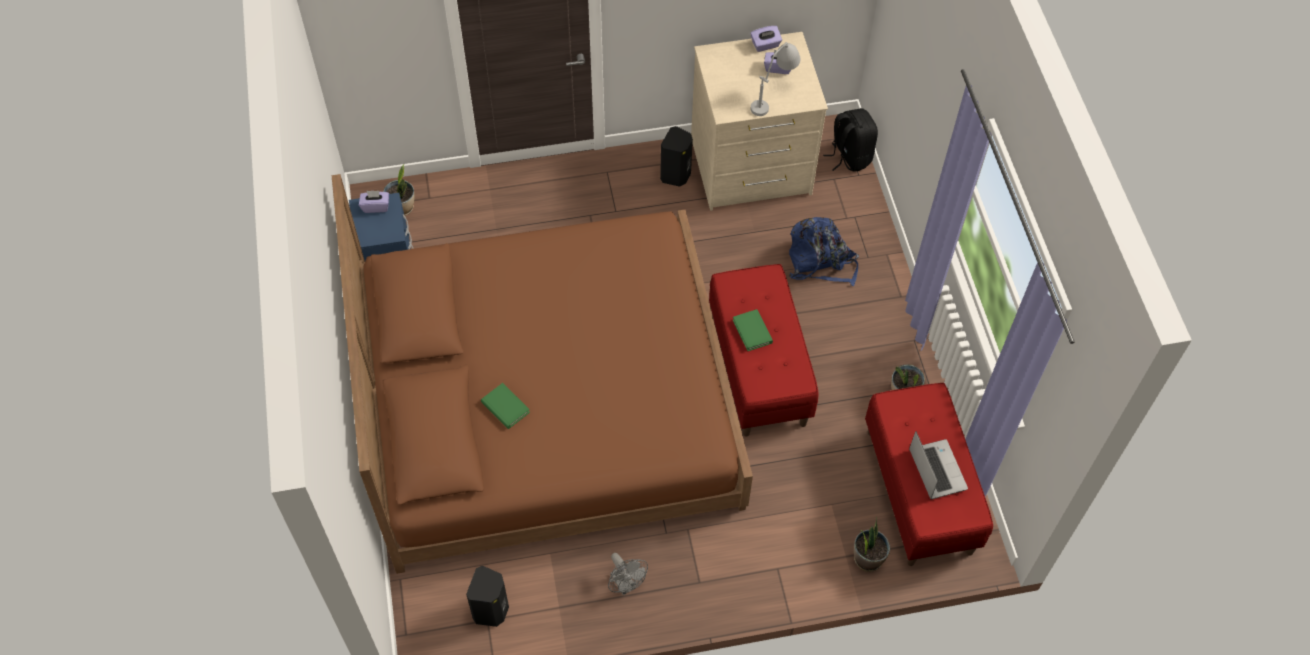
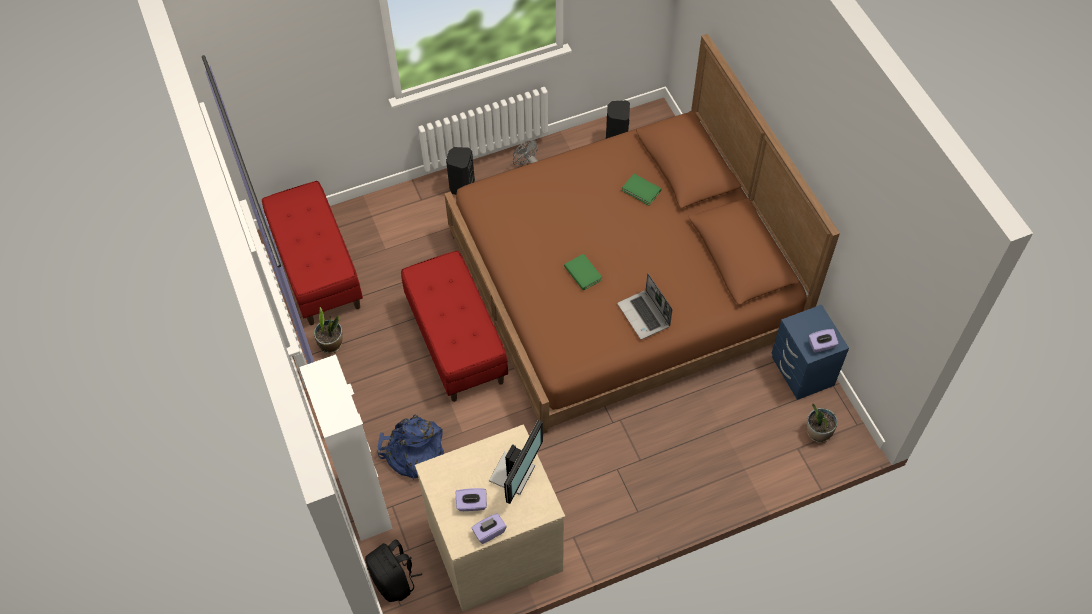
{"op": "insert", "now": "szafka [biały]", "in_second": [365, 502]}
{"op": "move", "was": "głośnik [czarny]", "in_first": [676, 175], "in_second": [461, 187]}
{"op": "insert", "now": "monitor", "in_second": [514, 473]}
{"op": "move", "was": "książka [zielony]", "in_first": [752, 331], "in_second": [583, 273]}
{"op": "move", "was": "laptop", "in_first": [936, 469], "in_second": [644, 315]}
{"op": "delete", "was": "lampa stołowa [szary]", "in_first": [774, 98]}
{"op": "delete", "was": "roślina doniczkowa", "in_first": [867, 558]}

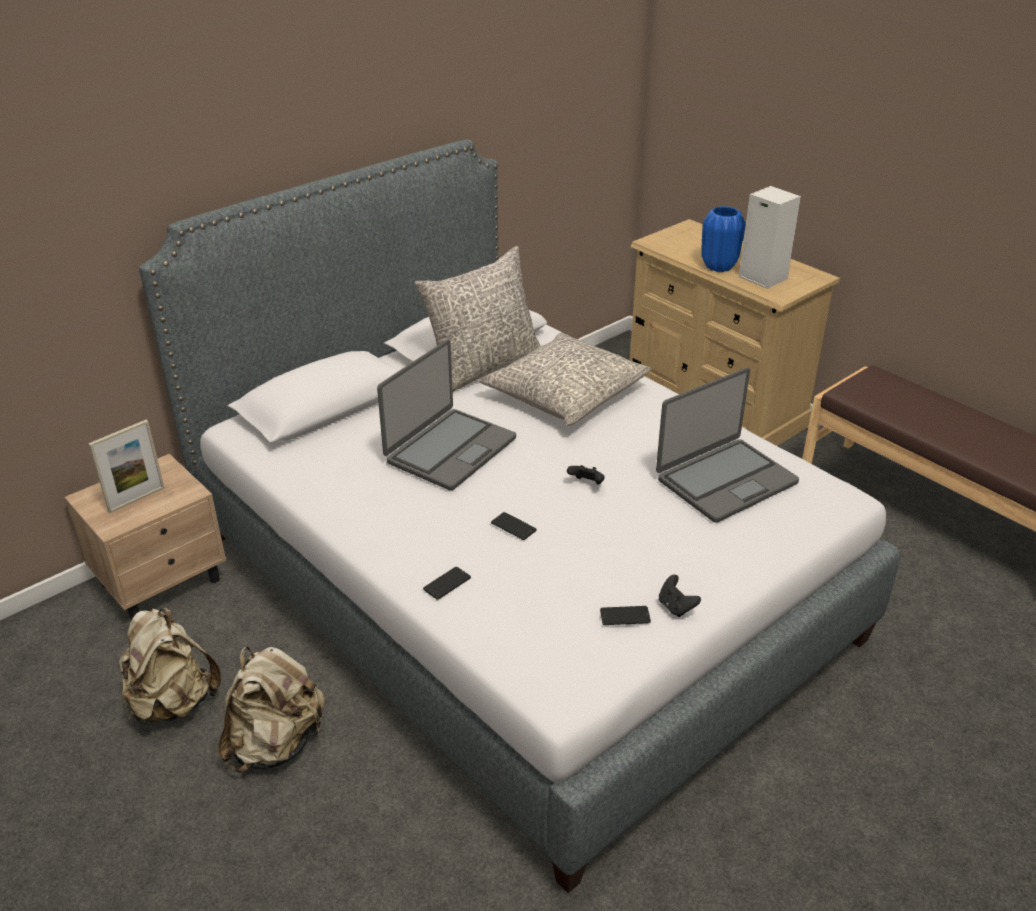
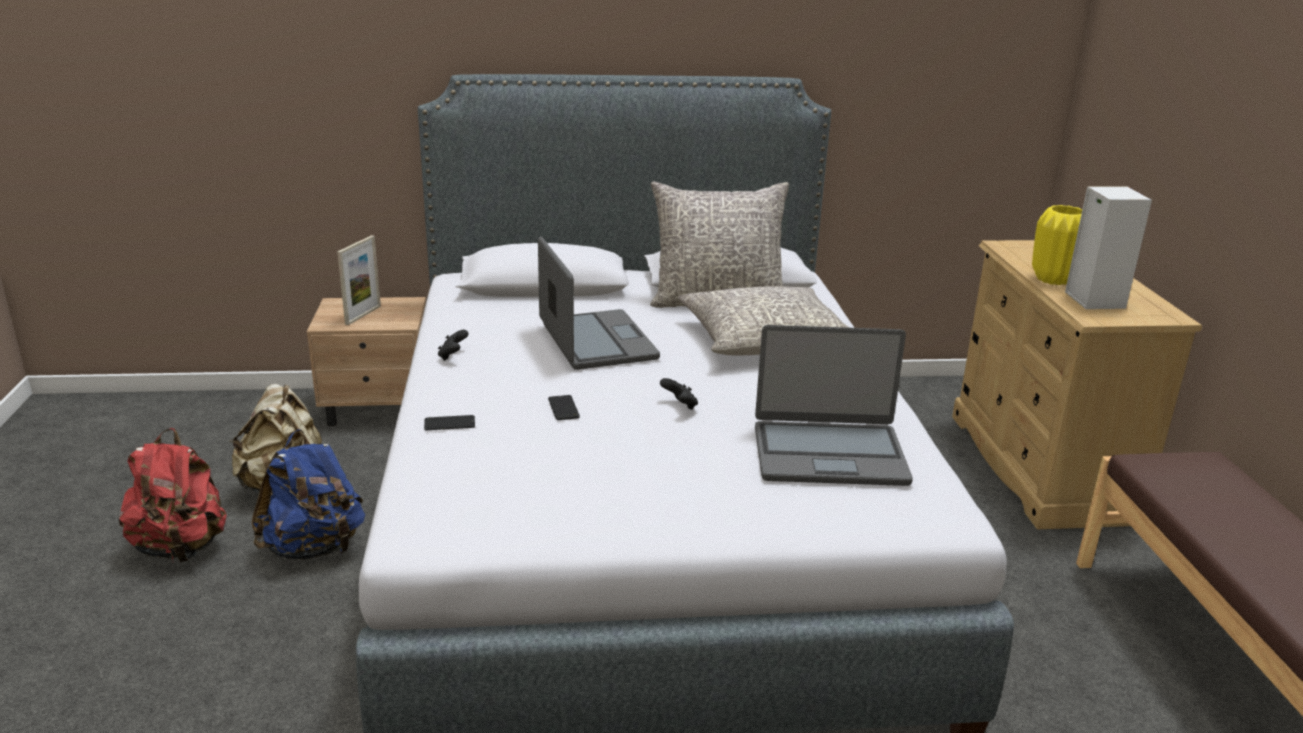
{"op": "insert", "now": "plecak [czerwony]", "in_second": [181, 547]}
{"op": "recolor", "was": "plecak [beżowy]", "now": "plecak [niebieski]", "in_first": [276, 744], "in_second": [314, 548]}
{"op": "rotate", "was": "ramka na zdjęcie", "in_first": [136, 499], "in_second": [363, 315], "clockwise": -60}
{"op": "move", "was": "pad do gier [czarny]", "in_first": [676, 607], "in_second": [452, 356]}
{"op": "rotate", "was": "laptop", "in_first": [449, 450], "in_second": [596, 342], "clockwise": -90}
{"op": "recolor", "was": "wazon [niebieski]", "now": "wazon [żółty]", "in_first": [719, 266], "in_second": [1053, 279]}
{"op": "delete", "was": "telefon", "in_first": [625, 616]}

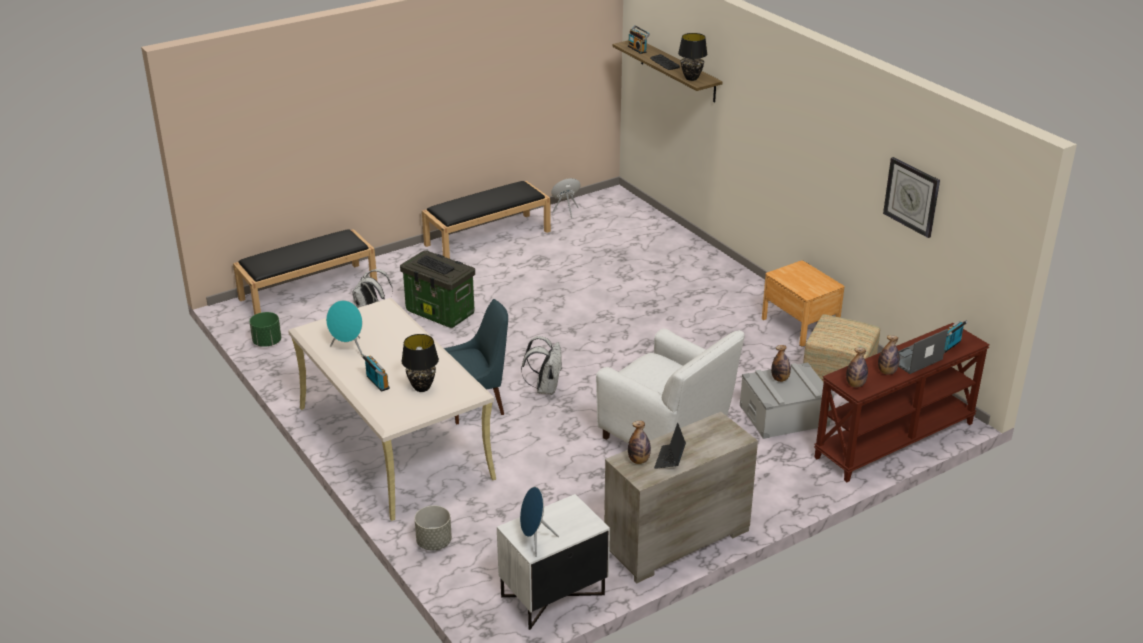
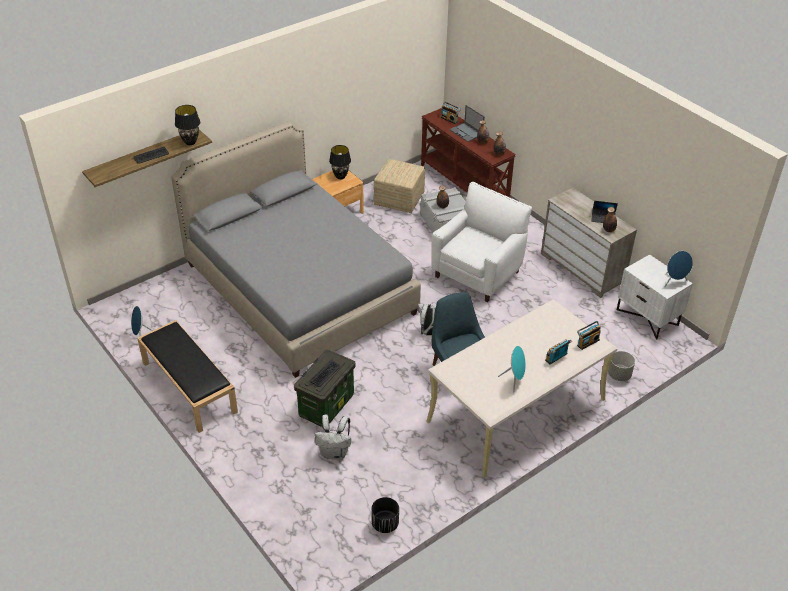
{"op": "insert", "now": "łóżko [szary]", "in_second": [299, 289]}
{"op": "move", "was": "lampa stołowa [czarny]", "in_first": [422, 388], "in_second": [340, 176]}
{"op": "recolor", "was": "donica [zielony]", "now": "donica [czarny]", "in_first": [267, 342], "in_second": [385, 524]}
{"op": "move", "was": "radio", "in_first": [638, 49], "in_second": [587, 342]}
{"op": "delete", "was": "ławka [czarny]", "in_first": [309, 290]}
{"op": "delete", "was": "zegar ścienny", "in_first": [912, 196]}

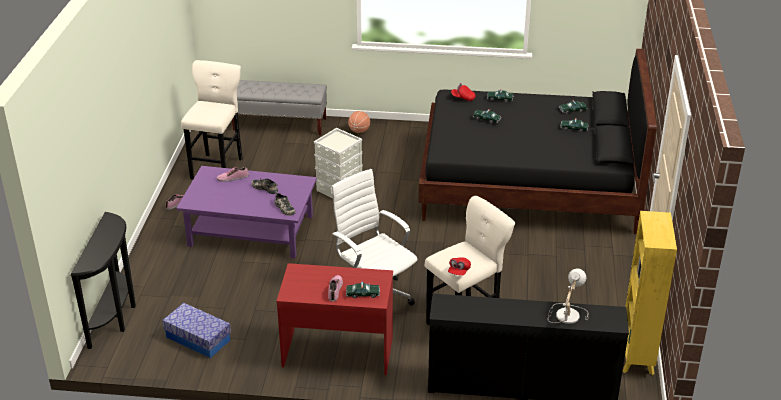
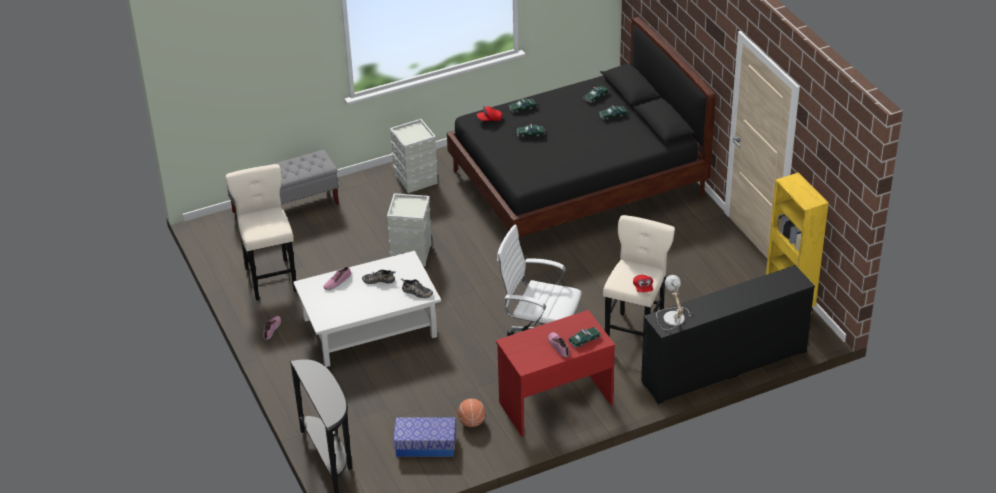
{"op": "recolor", "was": "ława [fioletowy]", "now": "ława [biały]", "in_first": [251, 230], "in_second": [369, 327]}
{"op": "insert", "now": "pojemnik do przechowywania [szary]", "in_second": [416, 179]}
{"op": "move", "was": "piłka do koszykówki", "in_first": [359, 131], "in_second": [471, 422]}
{"op": "move", "was": "lampa stołowa", "in_first": [565, 314], "in_second": [671, 318]}

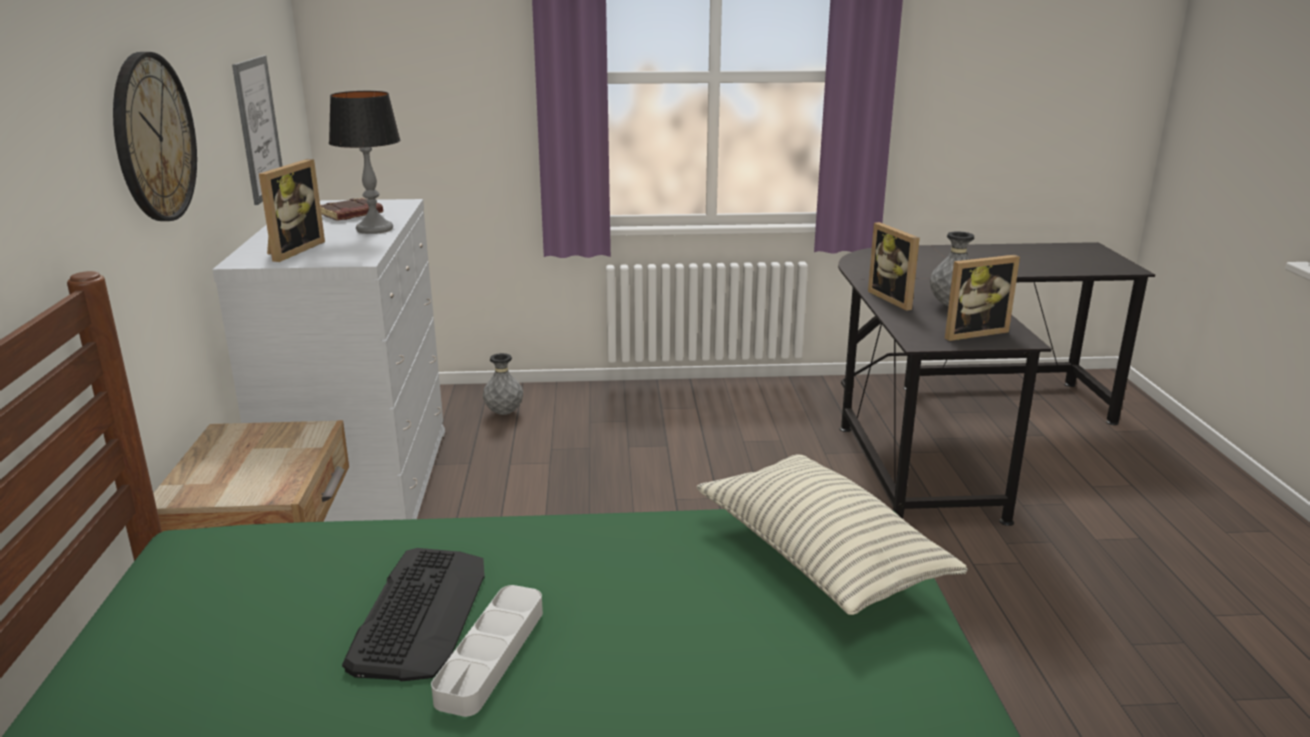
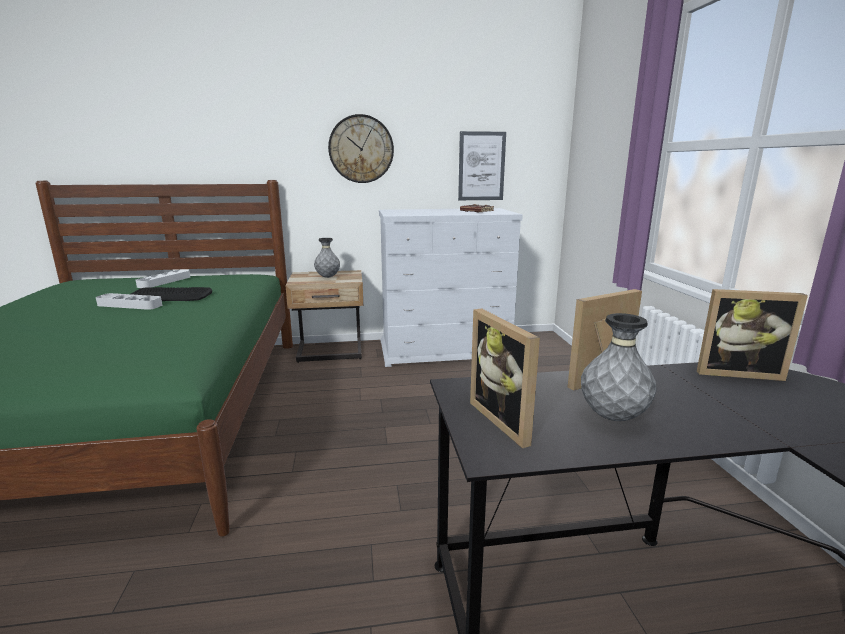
{"op": "insert", "now": "taca [szary]", "in_second": [164, 282]}
{"op": "move", "was": "wazon [szary]", "in_first": [504, 413], "in_second": [328, 277]}
{"op": "move", "was": "ramka na zdjęcie", "in_first": [291, 250], "in_second": [736, 372]}
{"op": "delete", "was": "lampa stołowa", "in_first": [374, 229]}
{"op": "delete", "was": "poduszka", "in_first": [819, 557]}

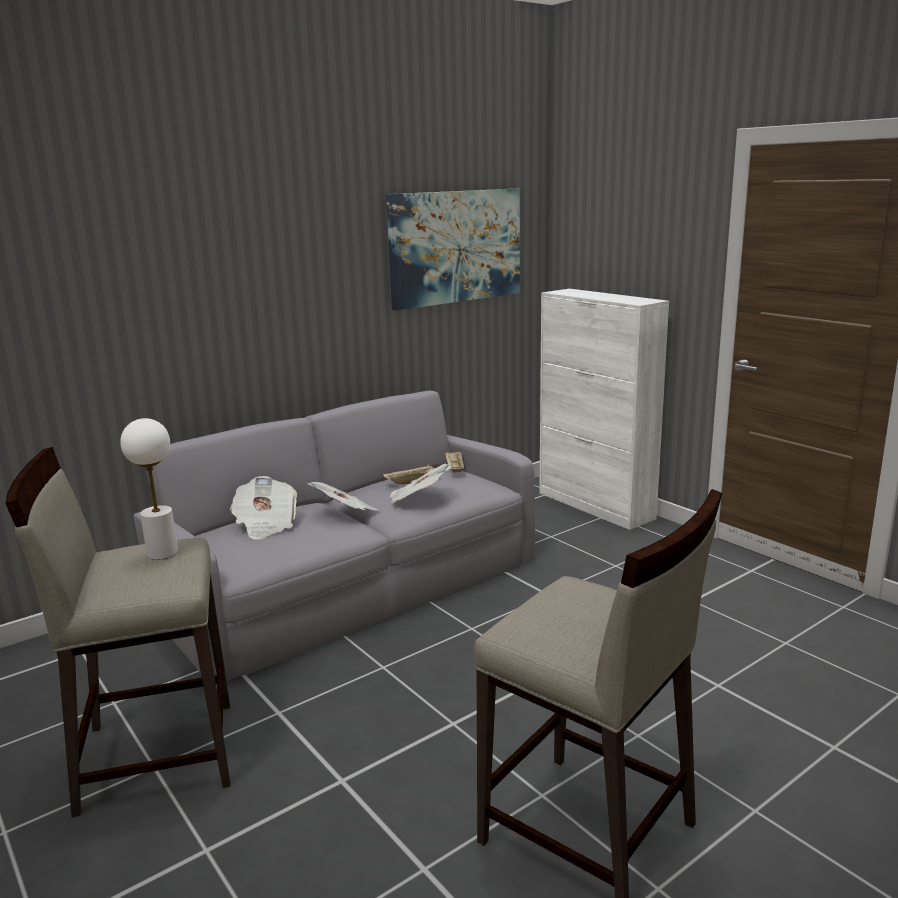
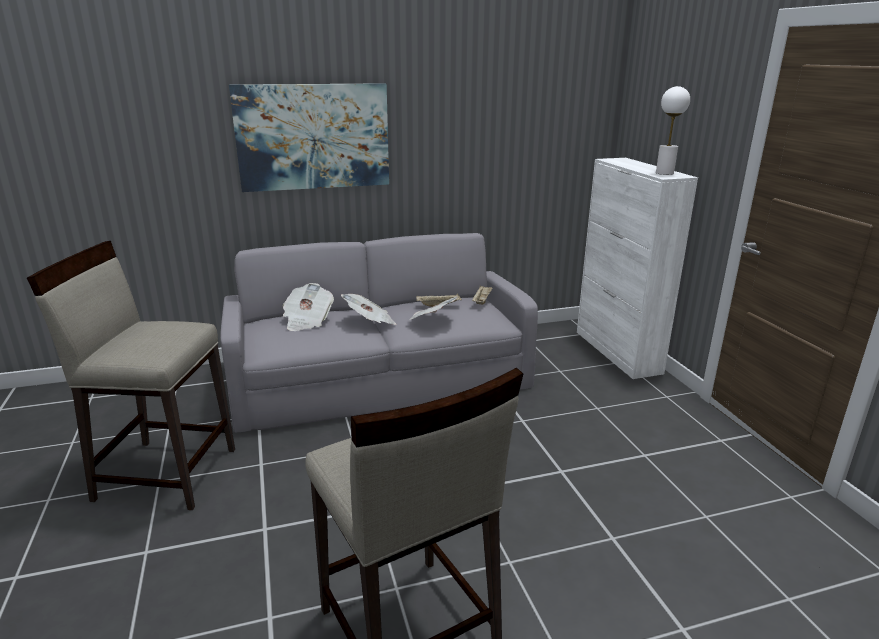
{"op": "move", "was": "obraz", "in_first": [455, 247], "in_second": [313, 137]}
{"op": "move", "was": "lampa stołowa [biały]", "in_first": [162, 553], "in_second": [664, 173]}

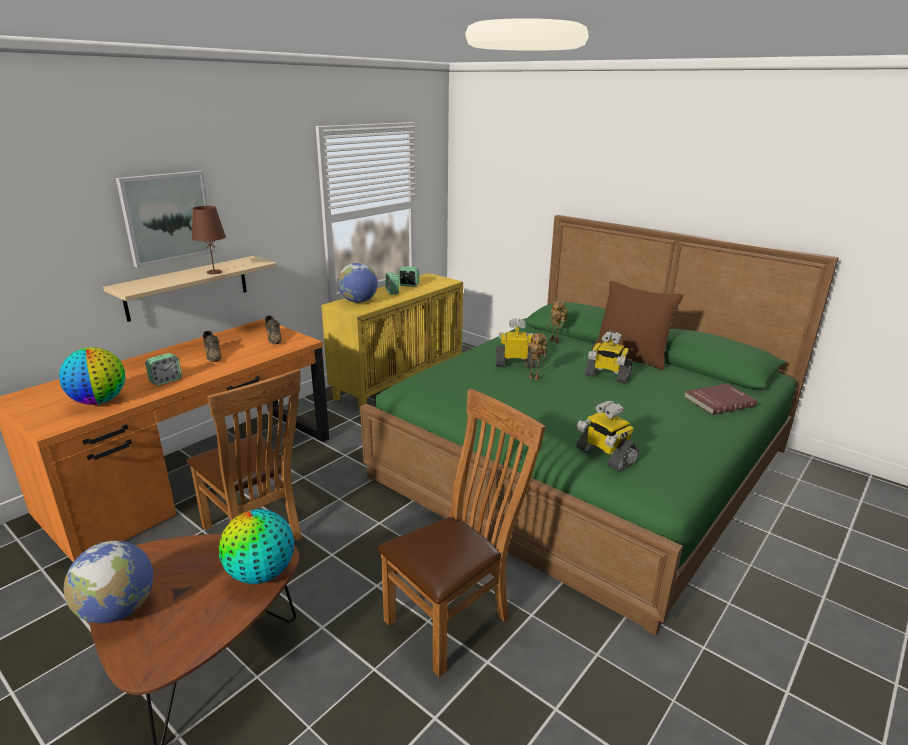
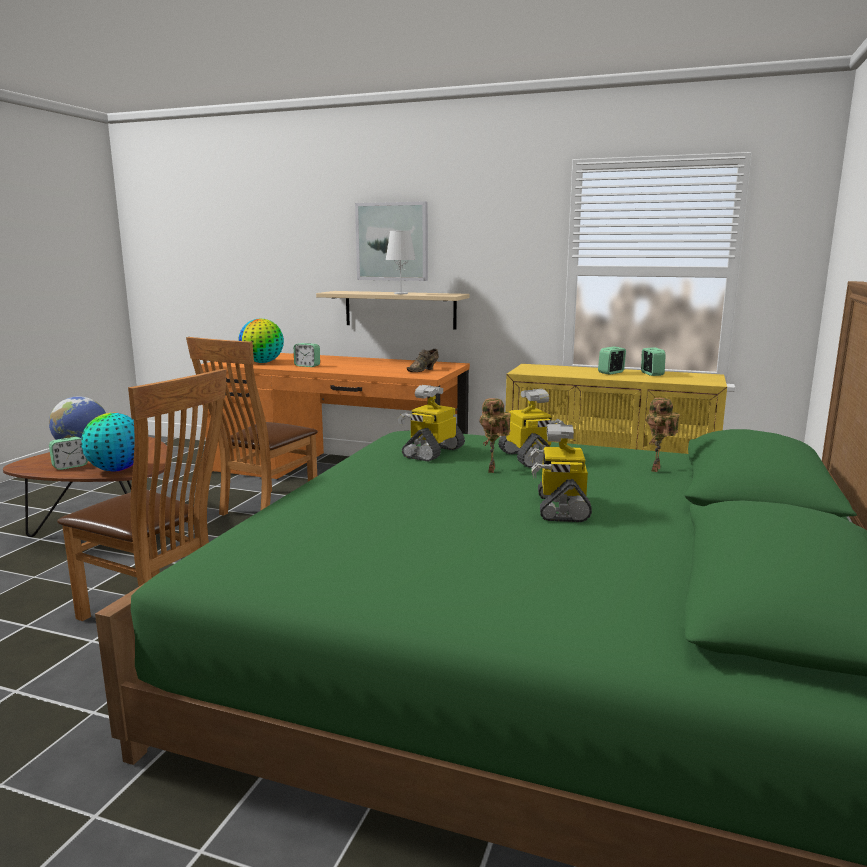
{"op": "insert", "now": "budzik", "in_second": [70, 466]}
{"op": "recolor", "was": "lampa stołowa [brązowy]", "now": "lampa stołowa [biały]", "in_first": [214, 272], "in_second": [401, 293]}
{"op": "move", "was": "robot zabawkowy", "in_first": [605, 456], "in_second": [432, 452]}
{"op": "delete", "was": "but [brązowy]", "in_first": [213, 355]}
{"op": "delete", "was": "globus", "in_first": [358, 301]}
{"op": "delete", "was": "poduszka [brązowy]", "in_first": [631, 357]}
{"op": "delete", "was": "książka [czerwony]", "in_first": [718, 401]}

